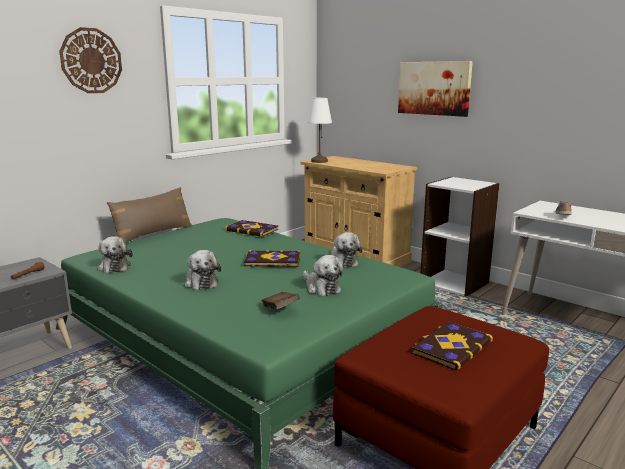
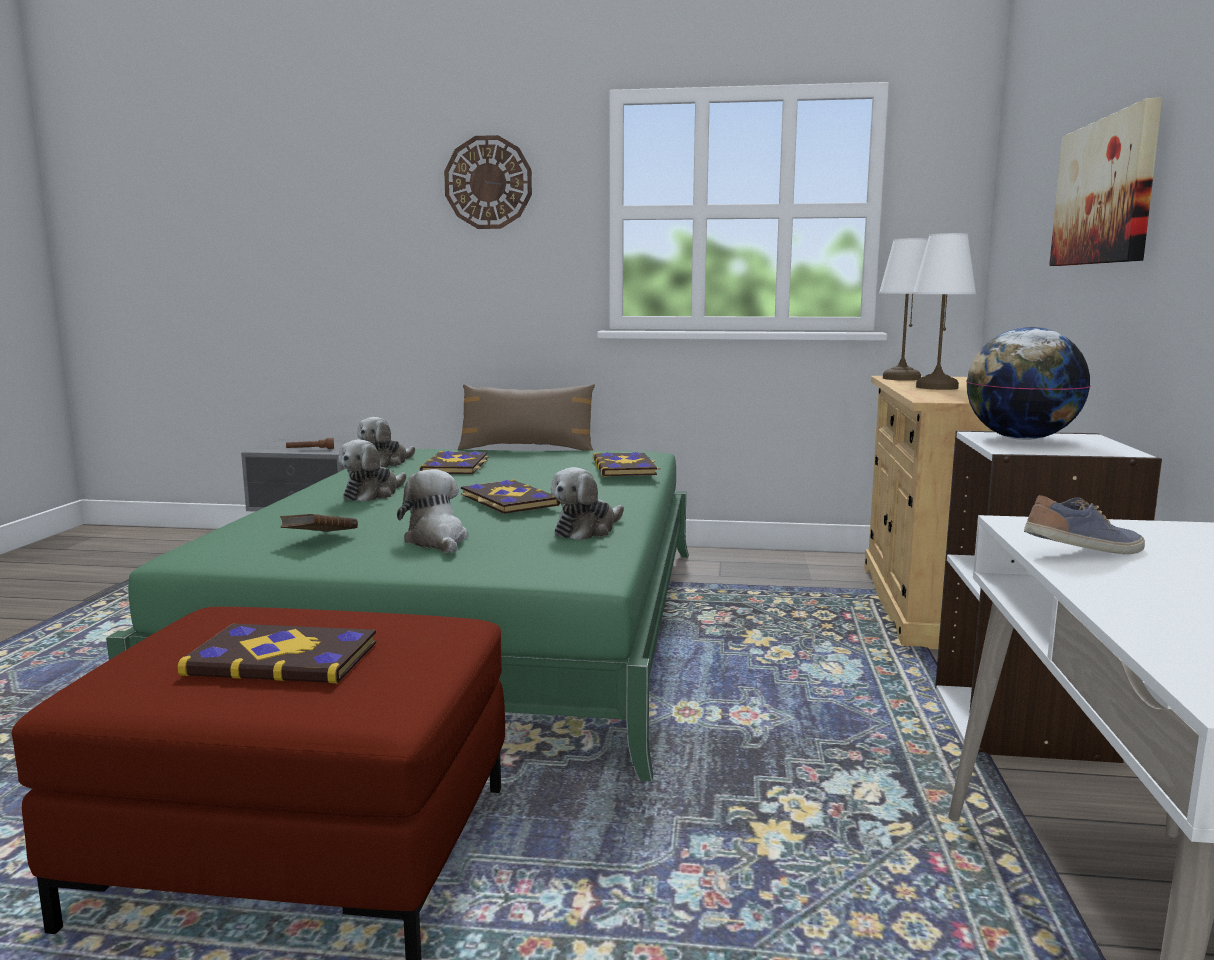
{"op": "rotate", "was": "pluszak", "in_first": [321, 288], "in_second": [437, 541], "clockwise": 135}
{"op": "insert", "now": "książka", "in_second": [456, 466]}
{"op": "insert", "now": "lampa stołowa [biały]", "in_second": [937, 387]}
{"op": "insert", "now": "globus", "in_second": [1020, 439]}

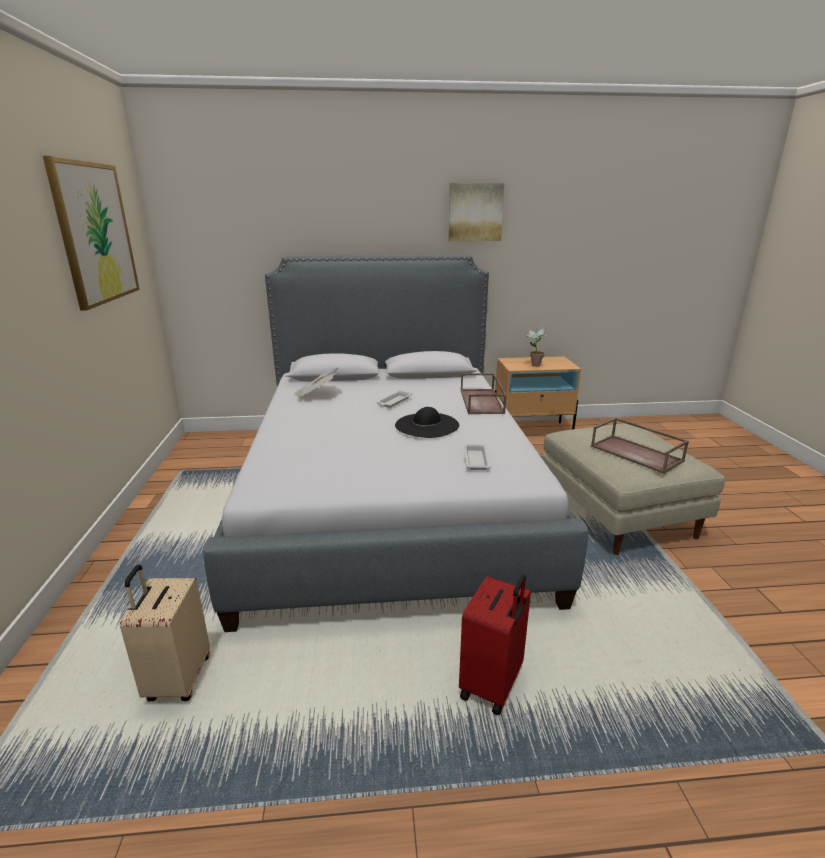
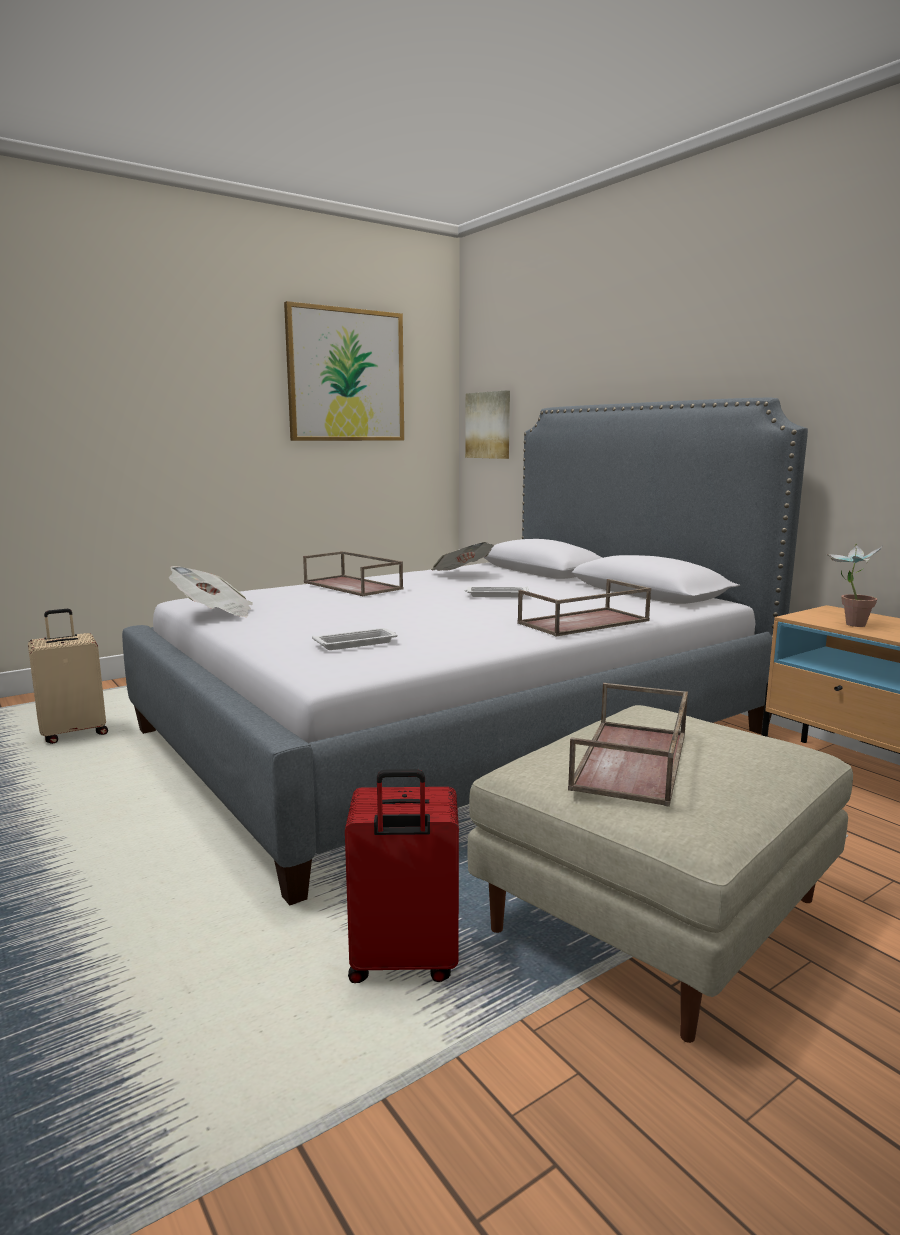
{"op": "insert", "now": "gazeta", "in_second": [214, 613]}
{"op": "insert", "now": "taca [brązowy]", "in_second": [354, 586]}
{"op": "move", "was": "walizka [czerwony]", "in_first": [492, 685], "in_second": [403, 963]}
{"op": "move", "was": "obraz", "in_first": [475, 212], "in_second": [489, 425]}
{"op": "delete", "was": "kapelusz [czarny]", "in_first": [427, 425]}

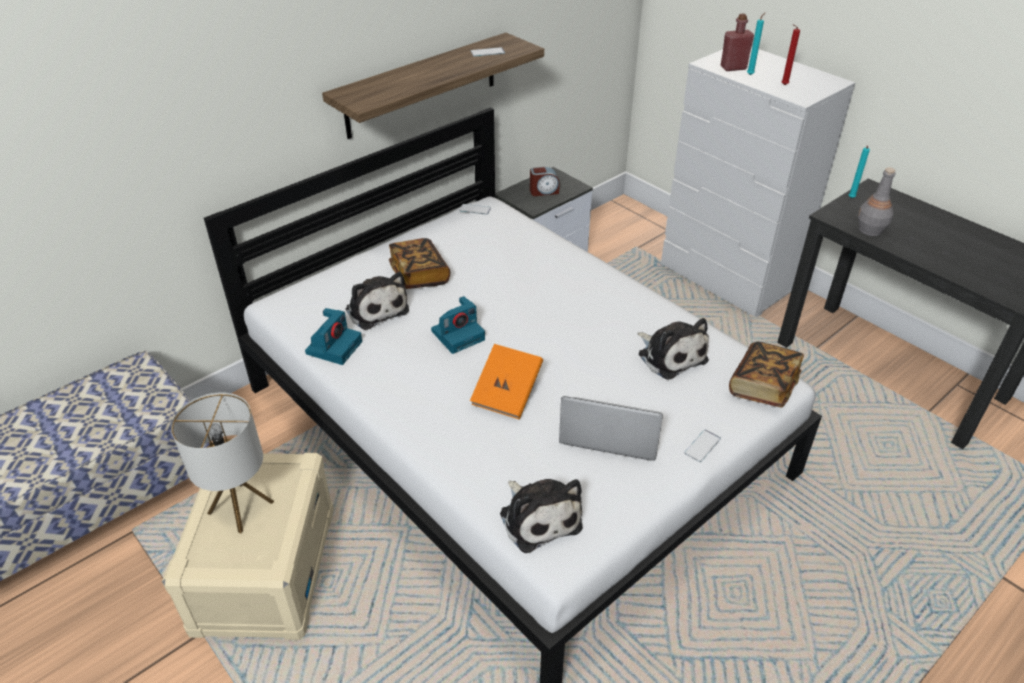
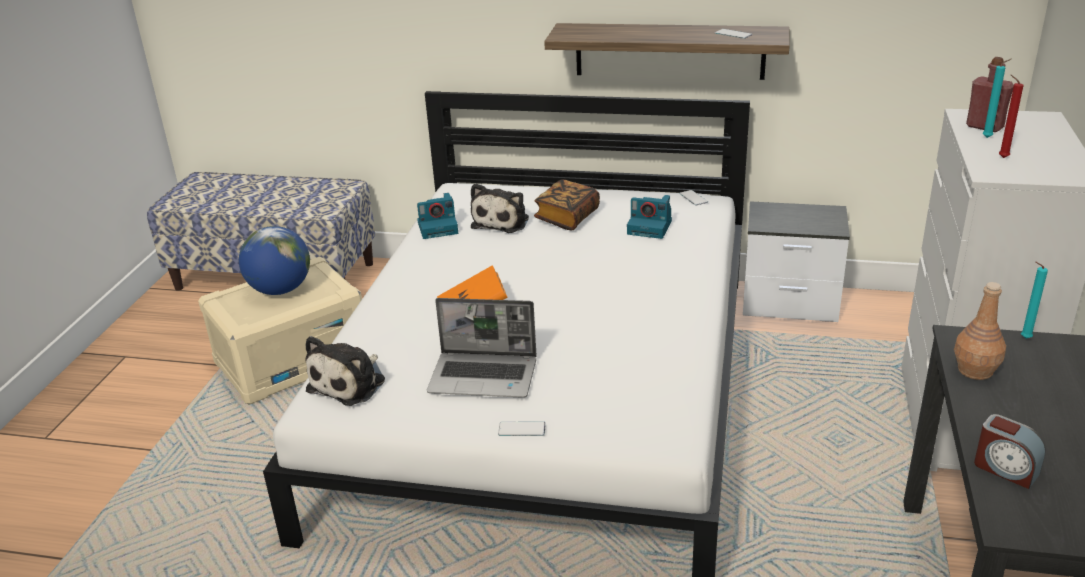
{"op": "replace", "was": "lampa stołowa", "now": "globus", "in_first": [241, 507], "in_second": [280, 290]}
{"op": "rotate", "was": "laptop", "in_first": [609, 432], "in_second": [484, 376], "clockwise": 120}
{"op": "move", "was": "aparat fotograficzny", "in_first": [458, 334], "in_second": [650, 227]}
{"op": "recolor", "was": "butelka [szary]", "now": "butelka [brązowy]", "in_first": [870, 230], "in_second": [974, 371]}
{"op": "move", "was": "budzik", "in_first": [544, 191], "in_second": [1005, 469]}
{"op": "delete", "was": "pluszak", "in_first": [670, 355]}
{"op": "delete", "was": "książka", "in_first": [763, 386]}

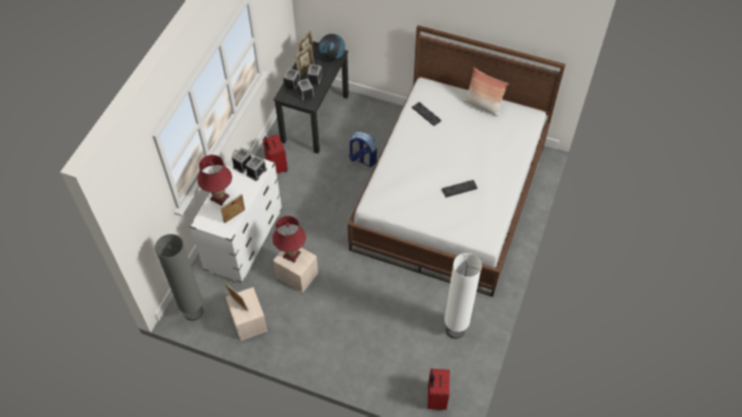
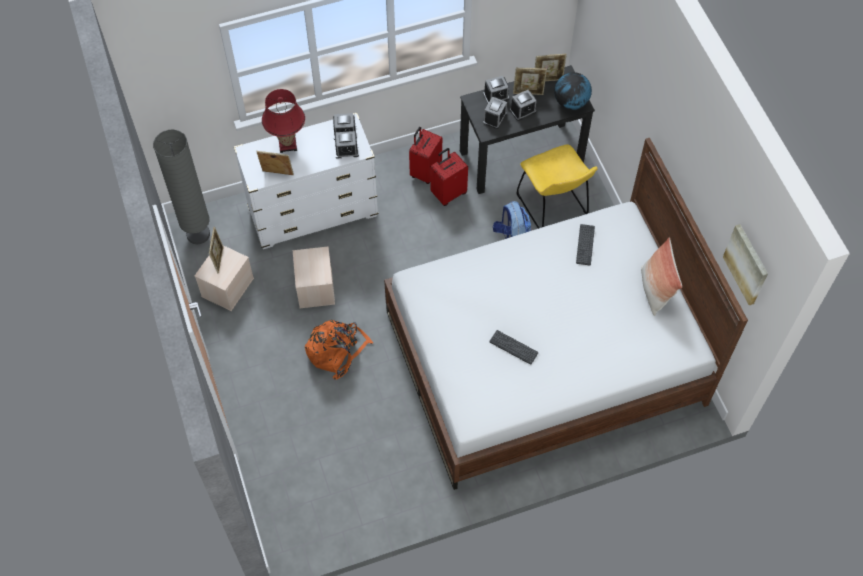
{"op": "insert", "now": "plecak [pomarańczowy]", "in_second": [337, 351]}
{"op": "move", "was": "walizka [czerwony]", "in_first": [435, 398], "in_second": [448, 193]}
{"op": "insert", "now": "krzesło [żółty]", "in_second": [553, 208]}
{"op": "insert", "now": "obraz", "in_second": [747, 264]}
{"op": "delete", "was": "lampa stołowa [czerwony]", "in_first": [291, 255]}
{"op": "delete", "was": "lampa stojąca [biały]", "in_first": [455, 330]}

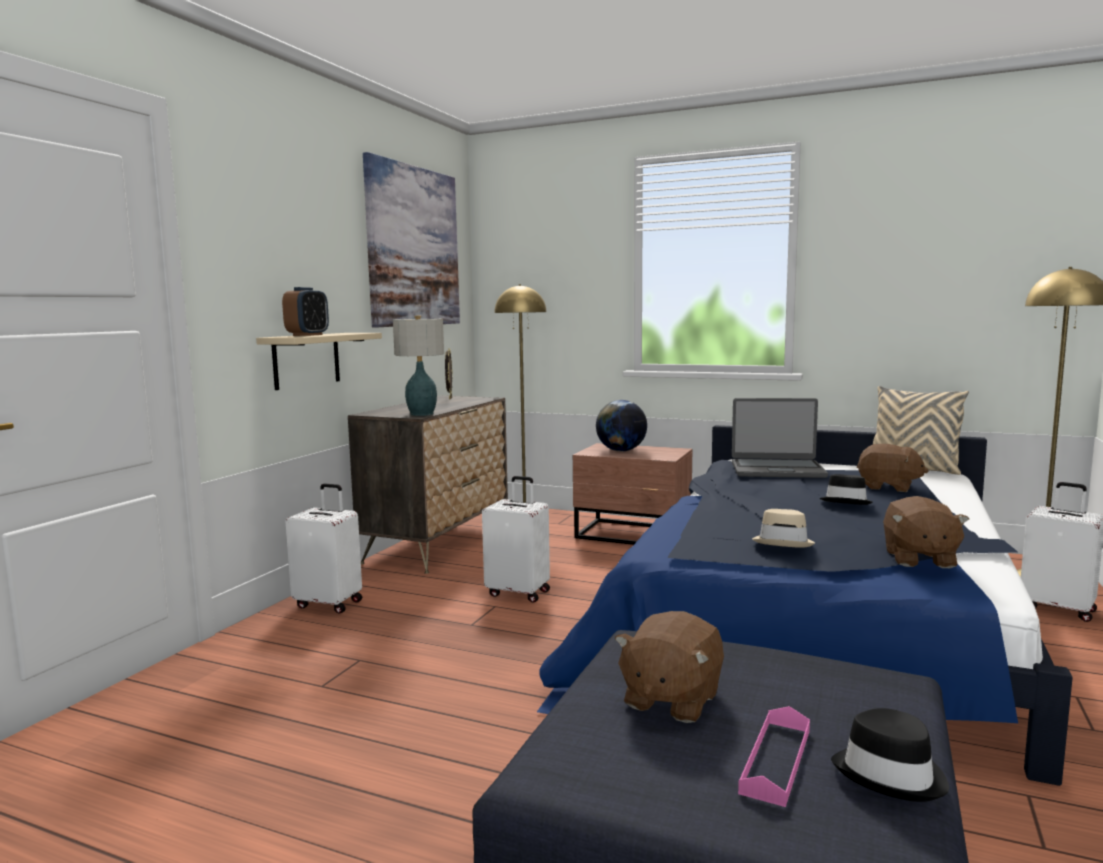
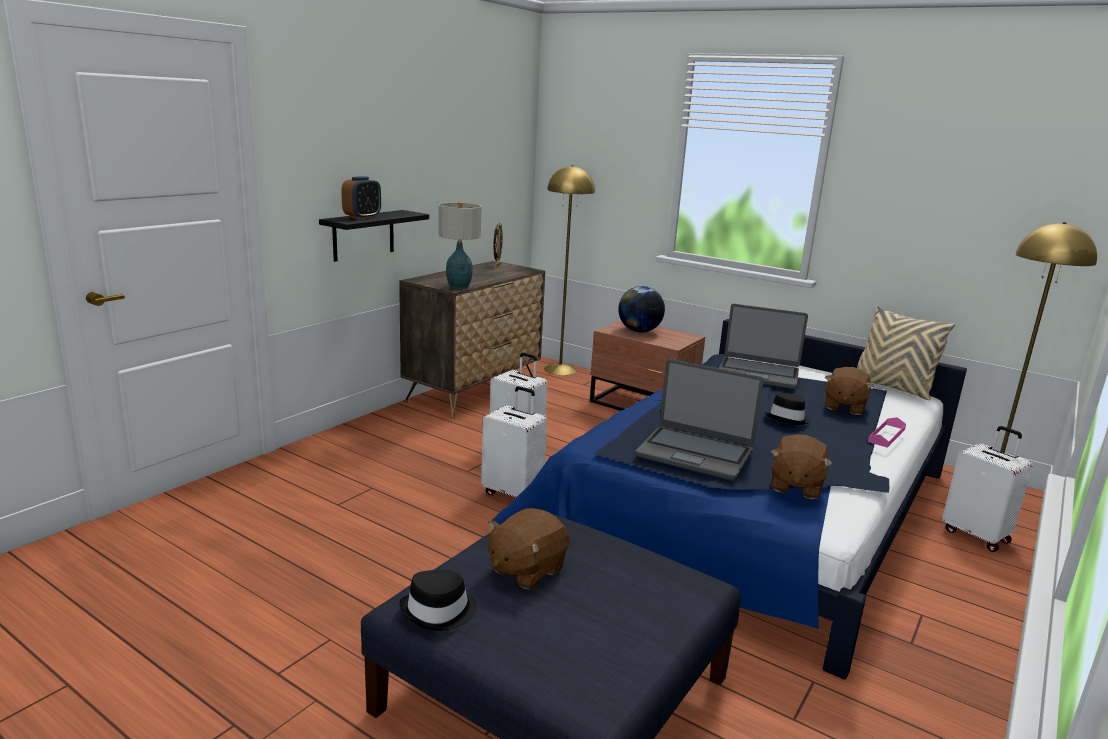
{"op": "recolor", "was": "półka [beżowy]", "now": "półka [czarny]", "in_first": [306, 360], "in_second": [363, 235]}
{"op": "move", "was": "kapelusz [czarny]", "in_first": [891, 774], "in_second": [439, 611]}
{"op": "move", "was": "walizka [biały]", "in_first": [329, 603], "in_second": [513, 493]}
{"op": "replace", "was": "kapelusz [beżowy]", "now": "laptop", "in_first": [783, 542], "in_second": [695, 453]}
{"op": "rotate", "was": "pluszak [brązowy]", "in_first": [888, 487], "in_second": [844, 407], "clockwise": 75}
{"op": "move", "was": "taca [różowy]", "in_first": [776, 761], "in_second": [886, 435]}
{"op": "delete", "was": "obraz", "in_first": [413, 247]}

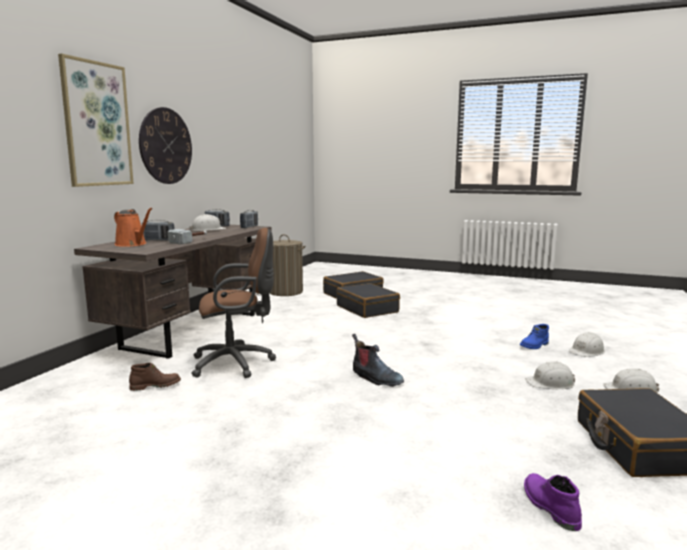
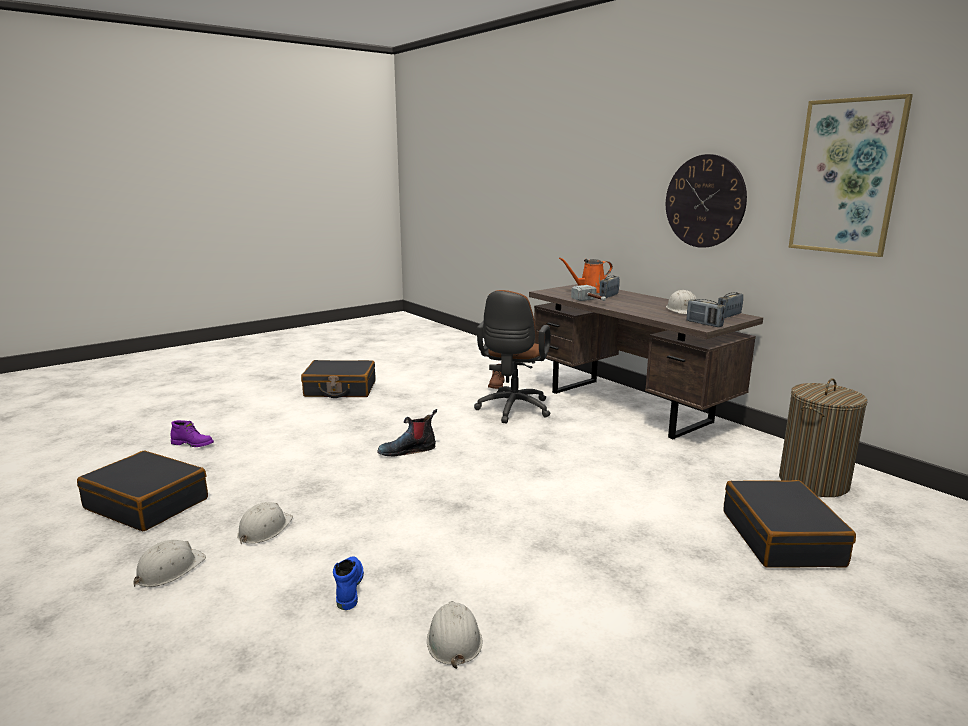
{"op": "move", "was": "walizka [czarny]", "in_first": [367, 309], "in_second": [340, 389]}
{"op": "move", "was": "kask [biały]", "in_first": [587, 351], "in_second": [453, 639]}
{"op": "move", "was": "obraz", "in_first": [97, 124], "in_second": [846, 177]}

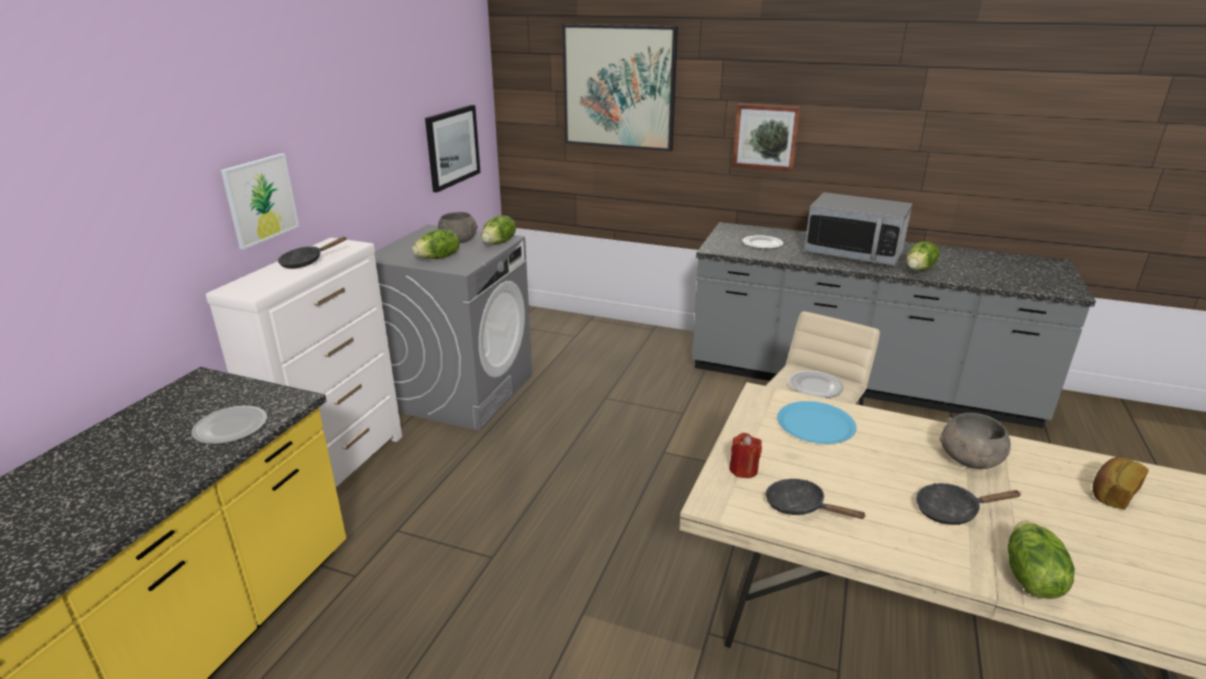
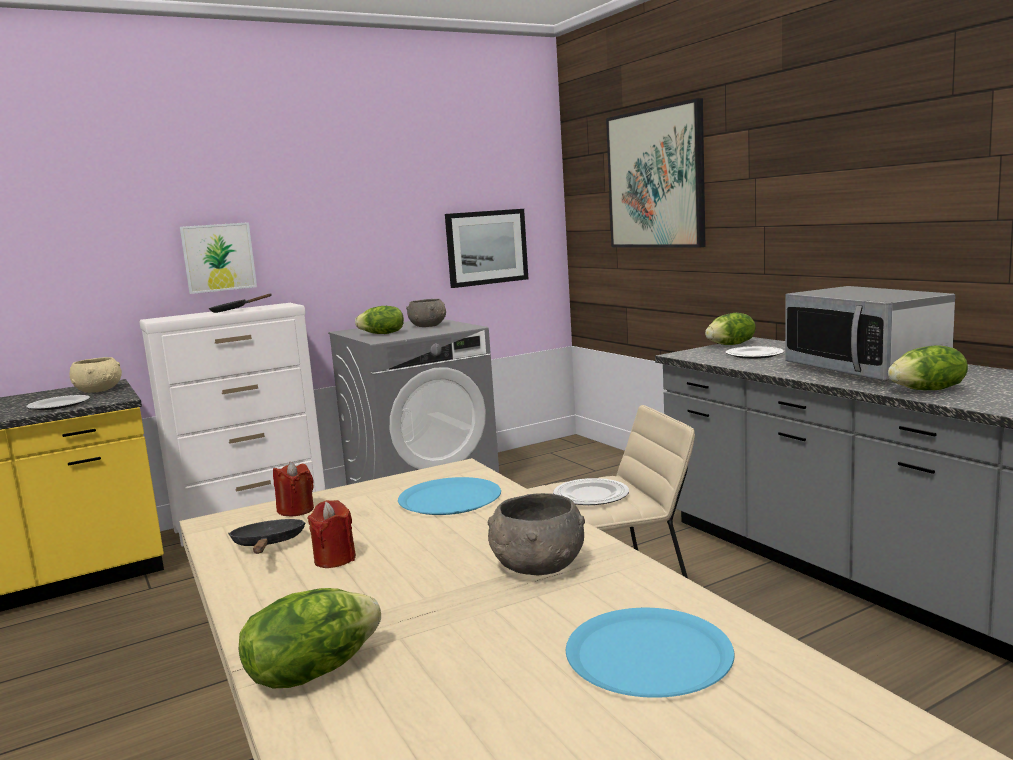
{"op": "insert", "now": "miska [beżowy]", "in_second": [99, 390]}
{"op": "insert", "now": "świeca [czerwony]", "in_second": [335, 559]}
{"op": "replace", "was": "chleb", "now": "talerz [niebieski]", "in_first": [1112, 493], "in_second": [649, 654]}
{"op": "move", "was": "sałata", "in_first": [499, 243], "in_second": [731, 345]}
{"op": "delete", "was": "obraz", "in_first": [766, 136]}
{"op": "delete", "was": "patelnia [czarny]", "in_first": [952, 511]}

